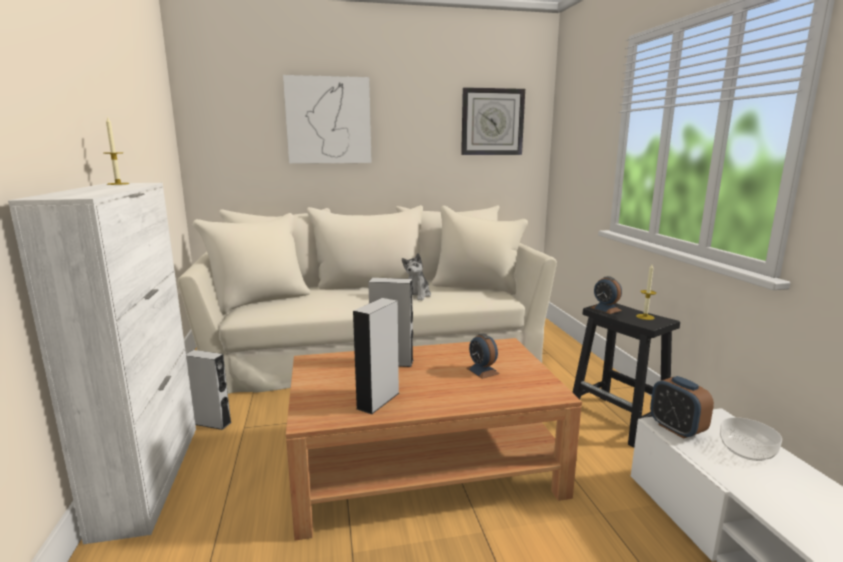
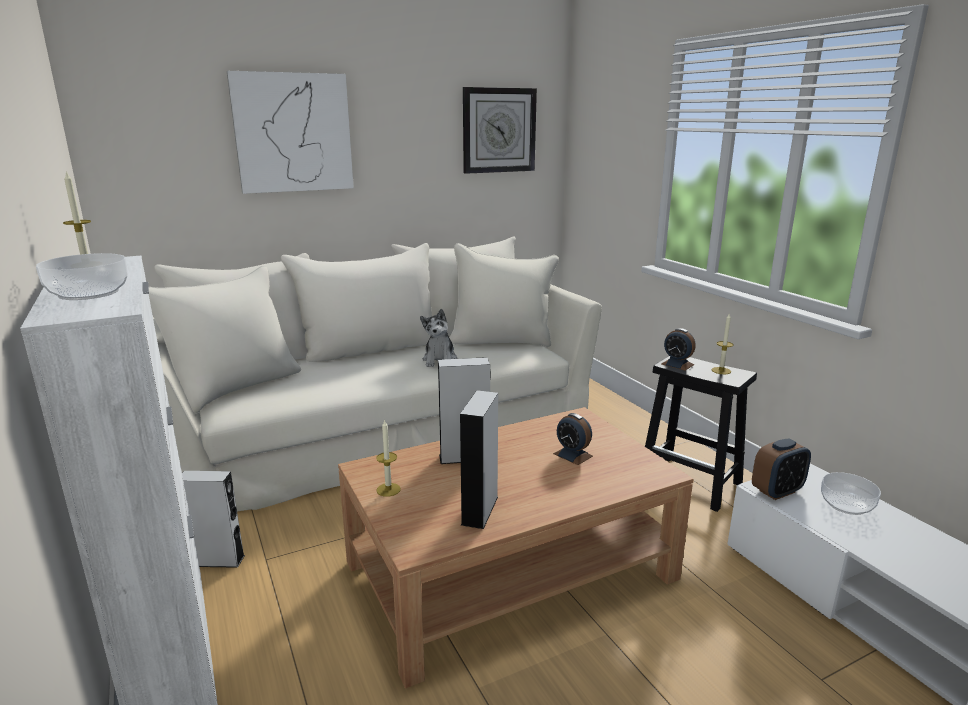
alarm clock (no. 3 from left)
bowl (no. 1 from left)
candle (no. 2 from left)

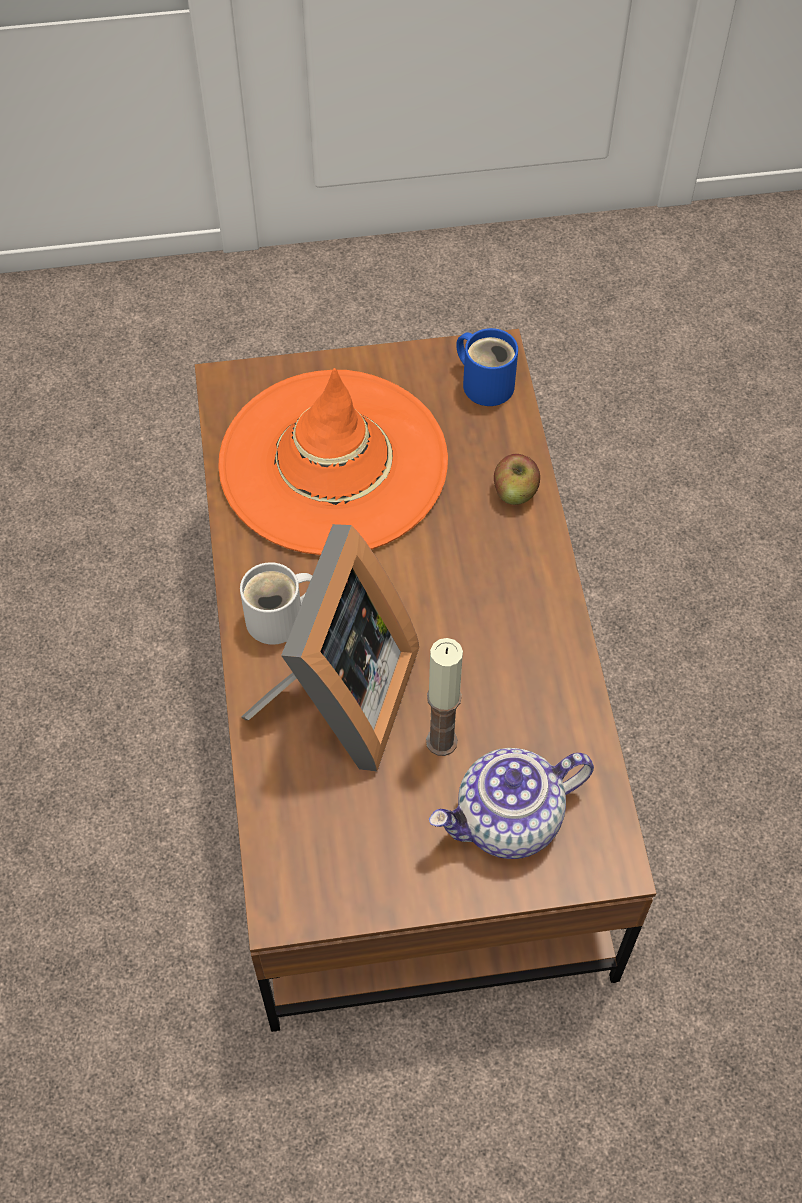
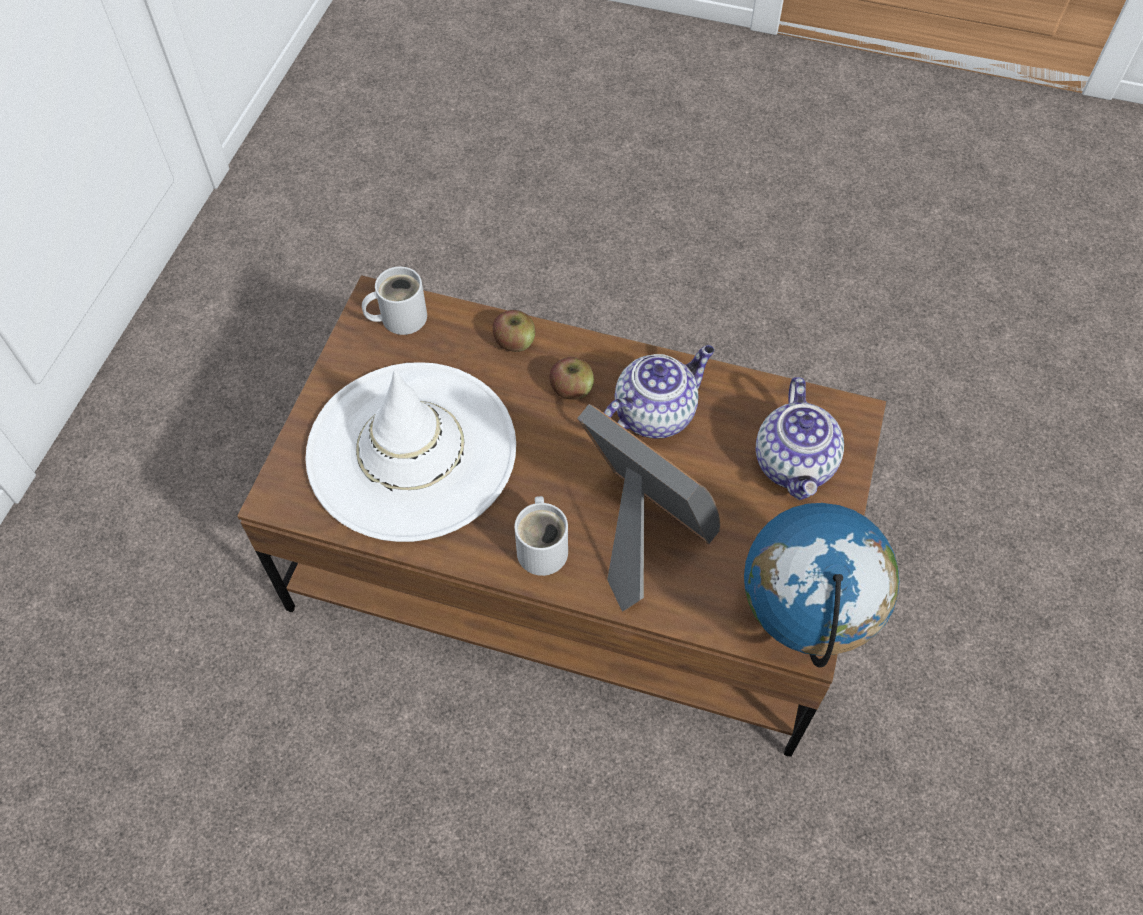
white mug (no. 1 from left)
white hat
candle
teapot (no. 1 from left)
apple (no. 2 from left)
globe

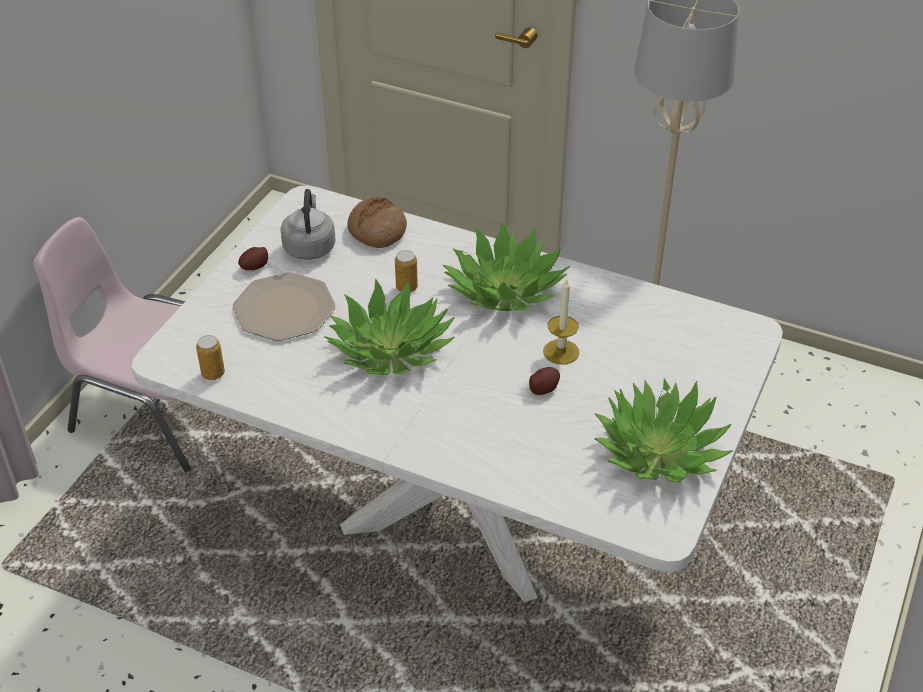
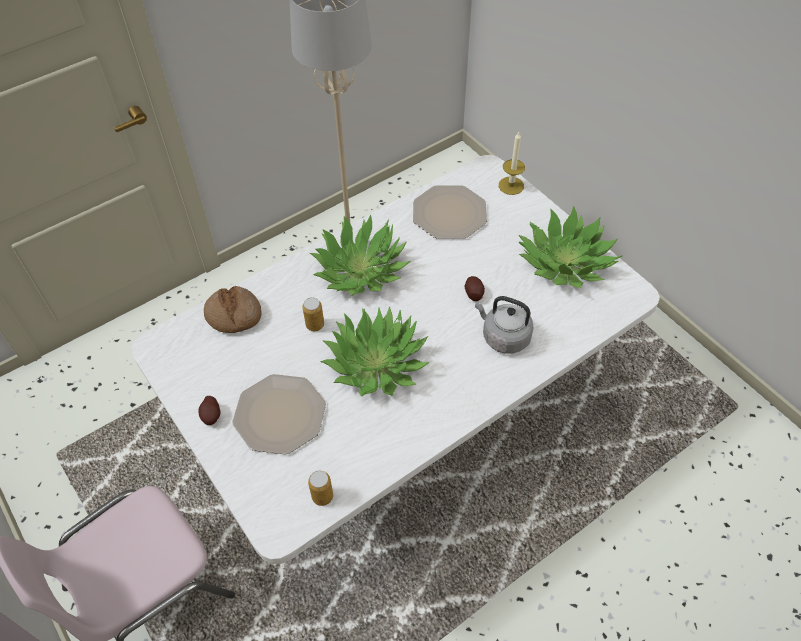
grey kettle
candle
plate (no. 2 from left)

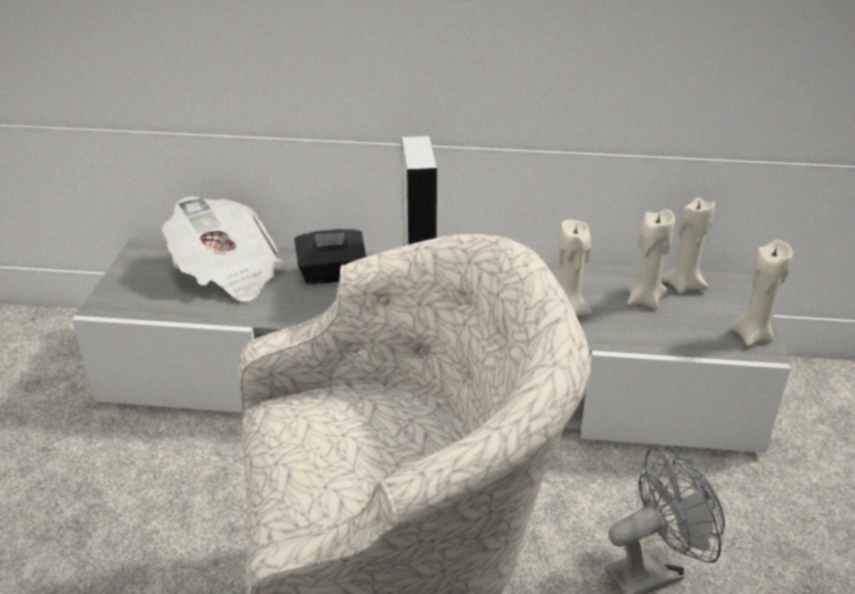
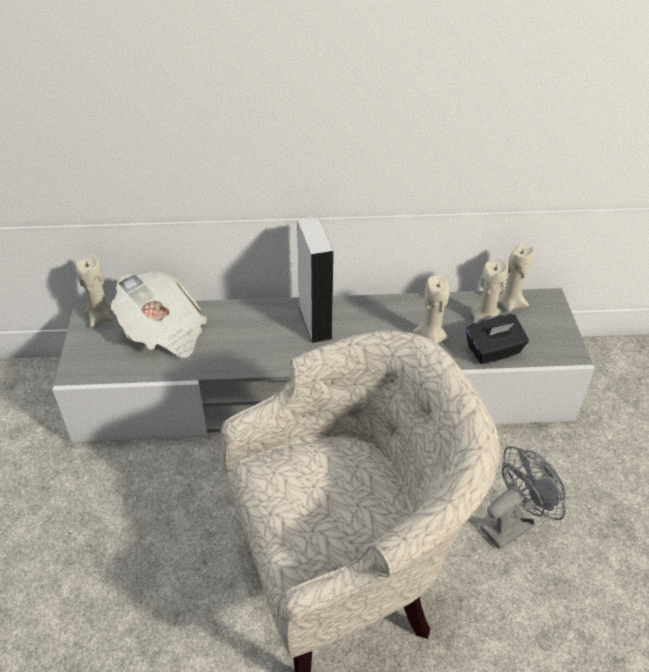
black tissue box
beige candle (no. 1 from left)

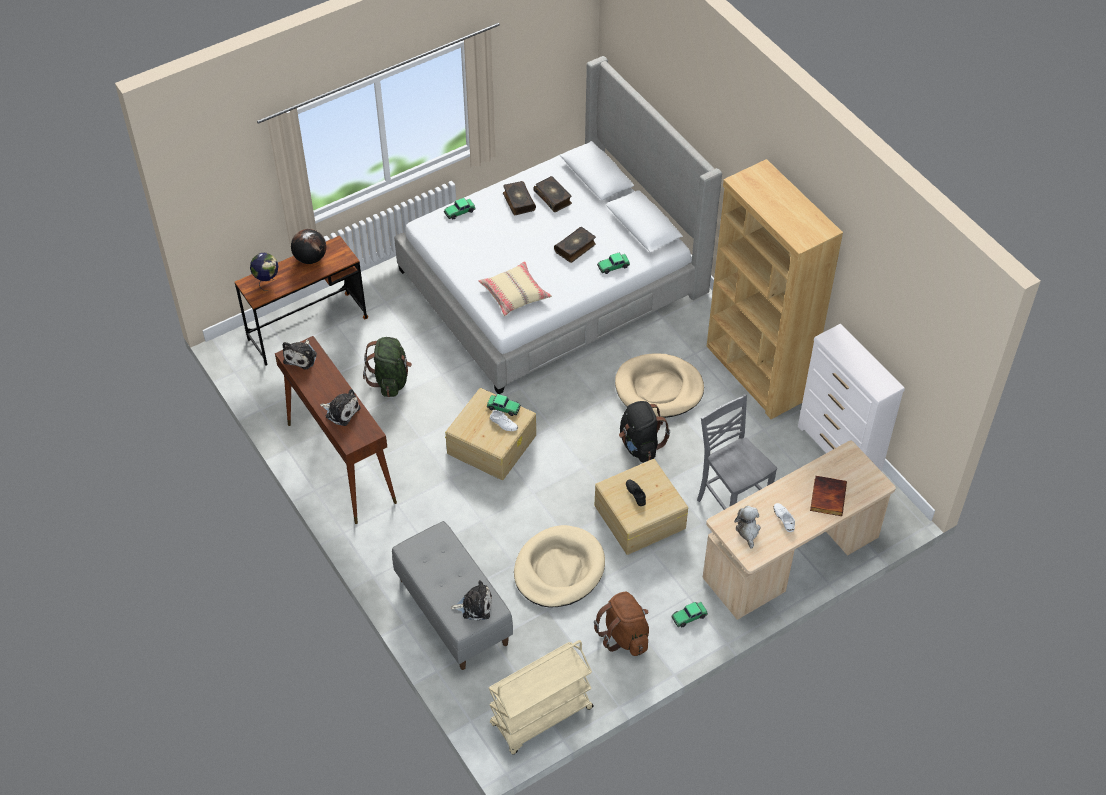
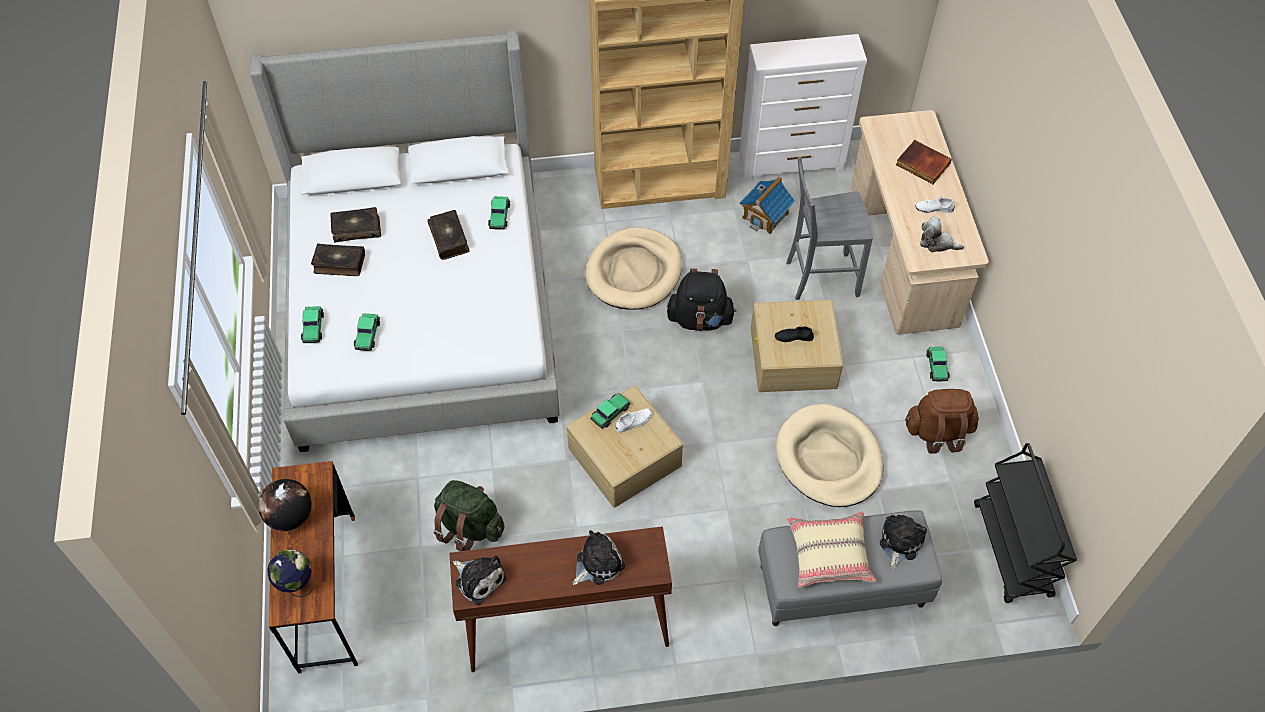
beige pillow
black cart
toy house
toy car (no. 2 from left)

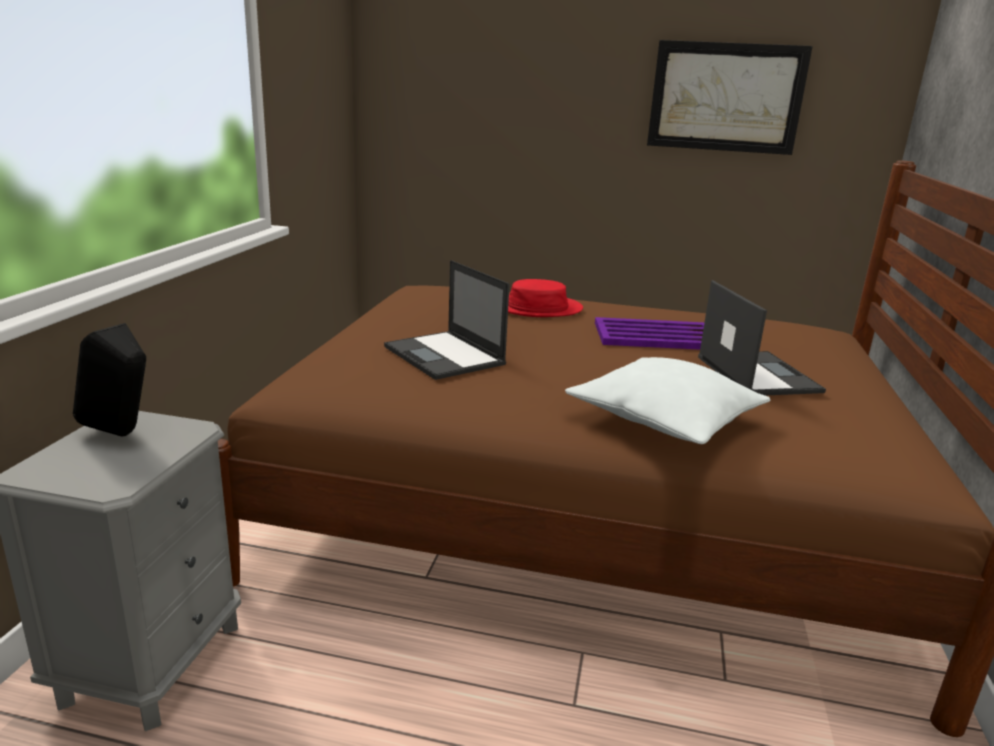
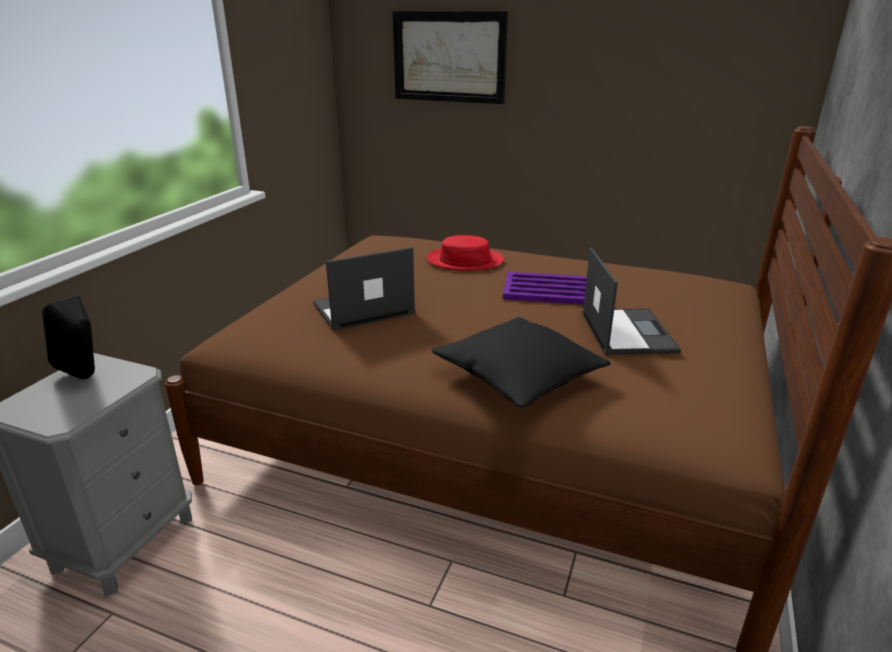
picture
laptop (no. 1 from left)
black pillow

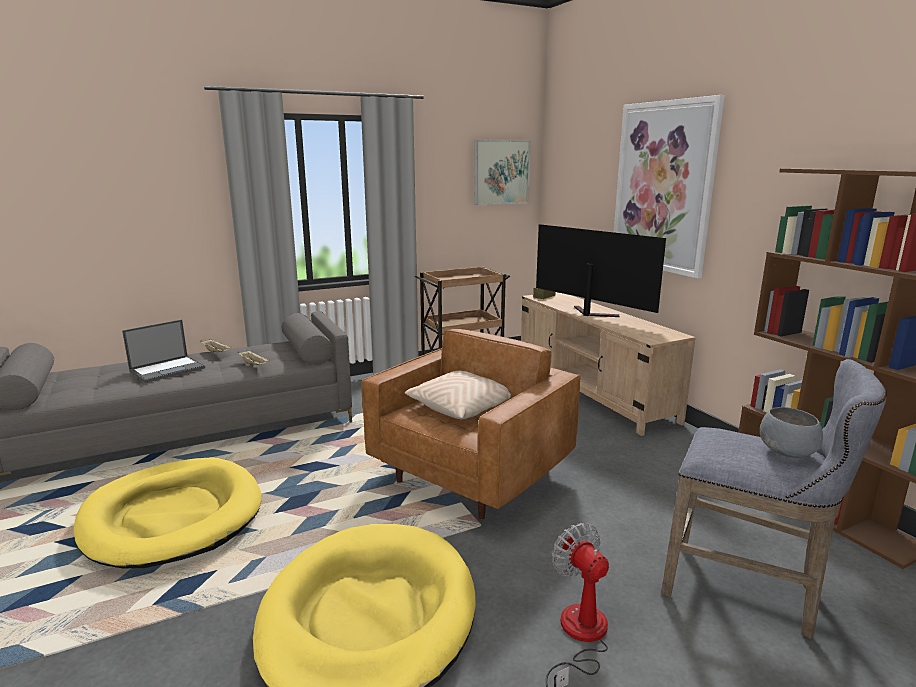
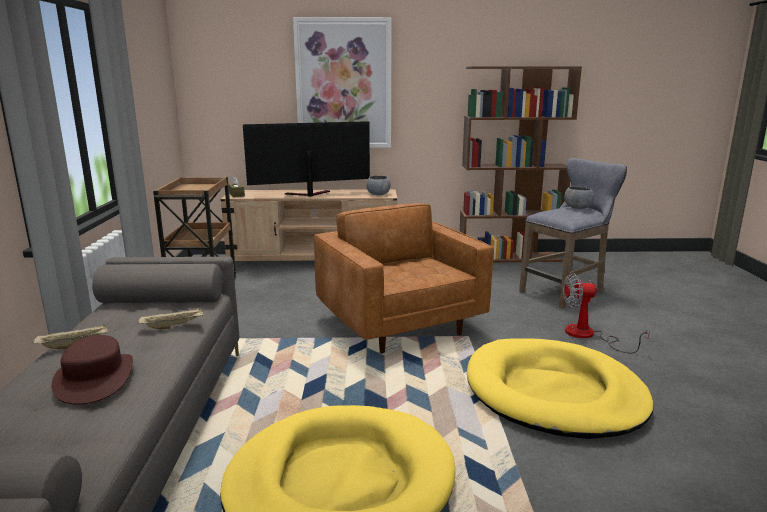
picture (no. 1 from left in the first image)
brown hat
beige pillow
grey bowl (no. 1 from left)

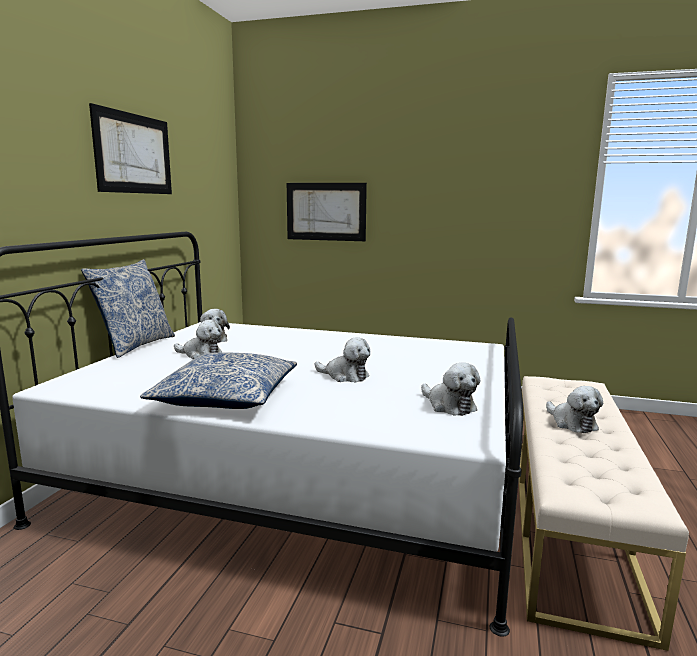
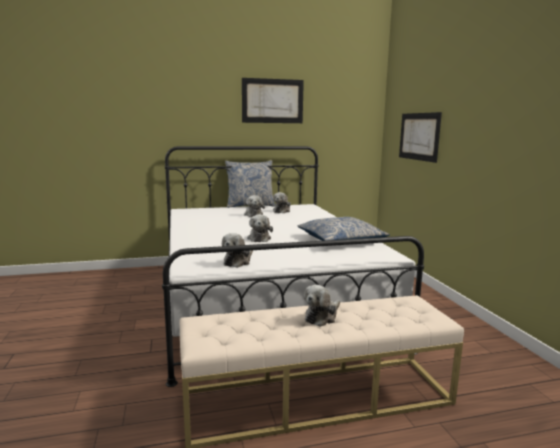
pillow (no. 2 from left)

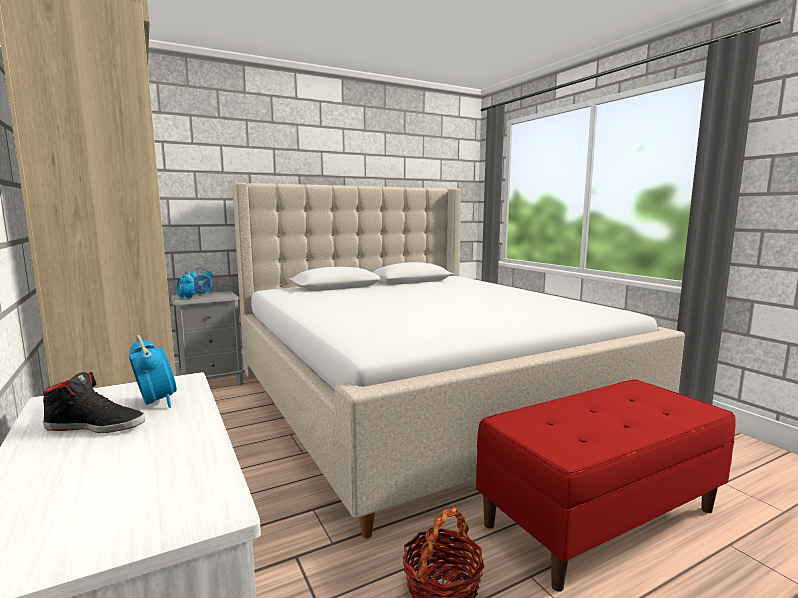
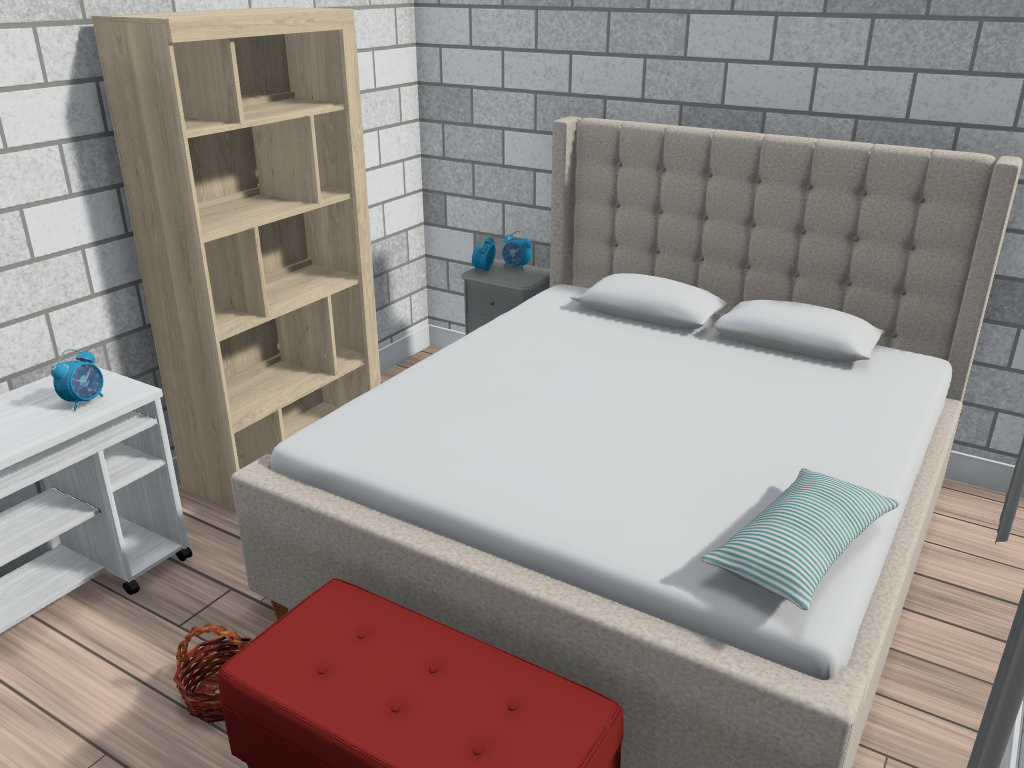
black shoe
pillow

